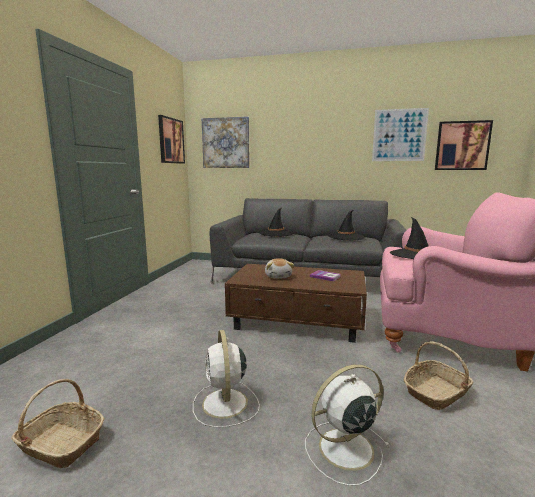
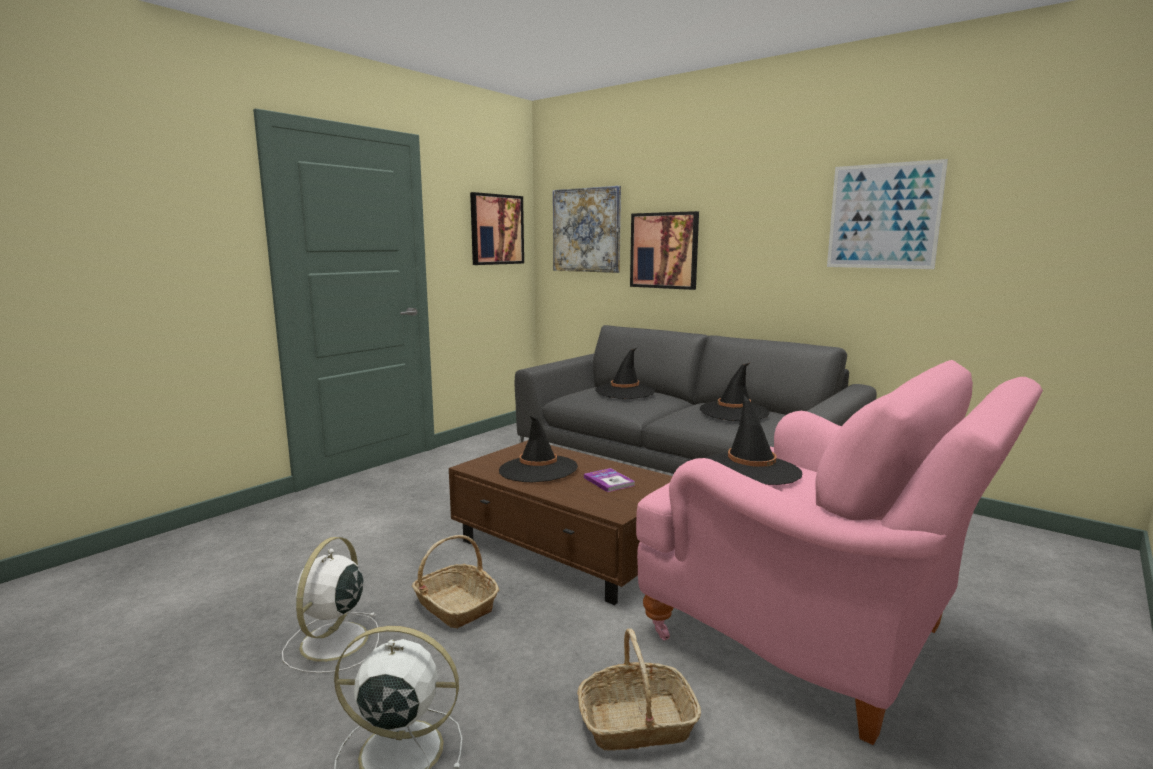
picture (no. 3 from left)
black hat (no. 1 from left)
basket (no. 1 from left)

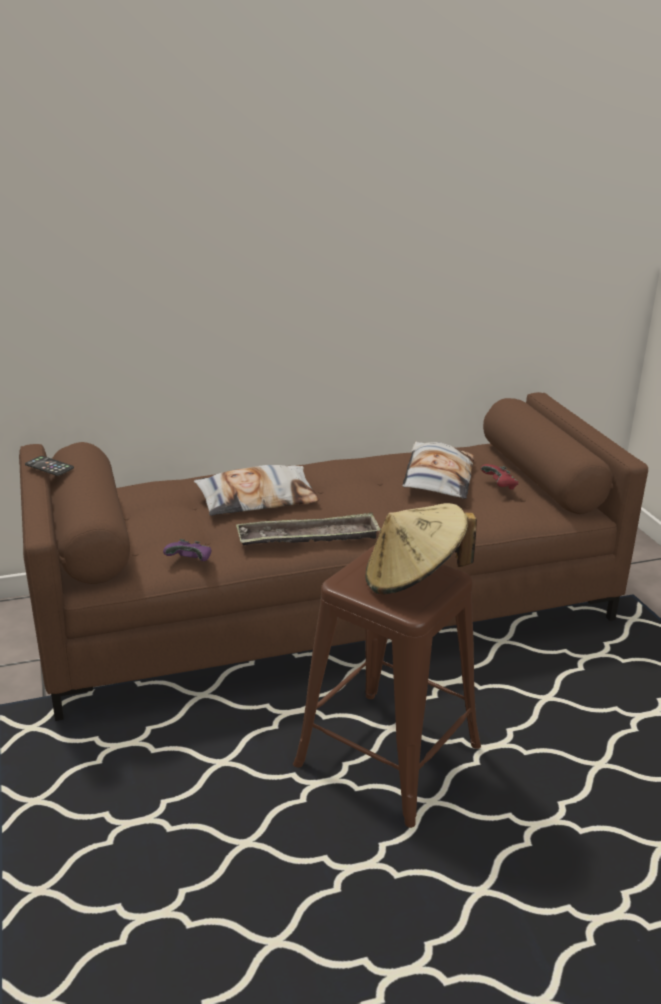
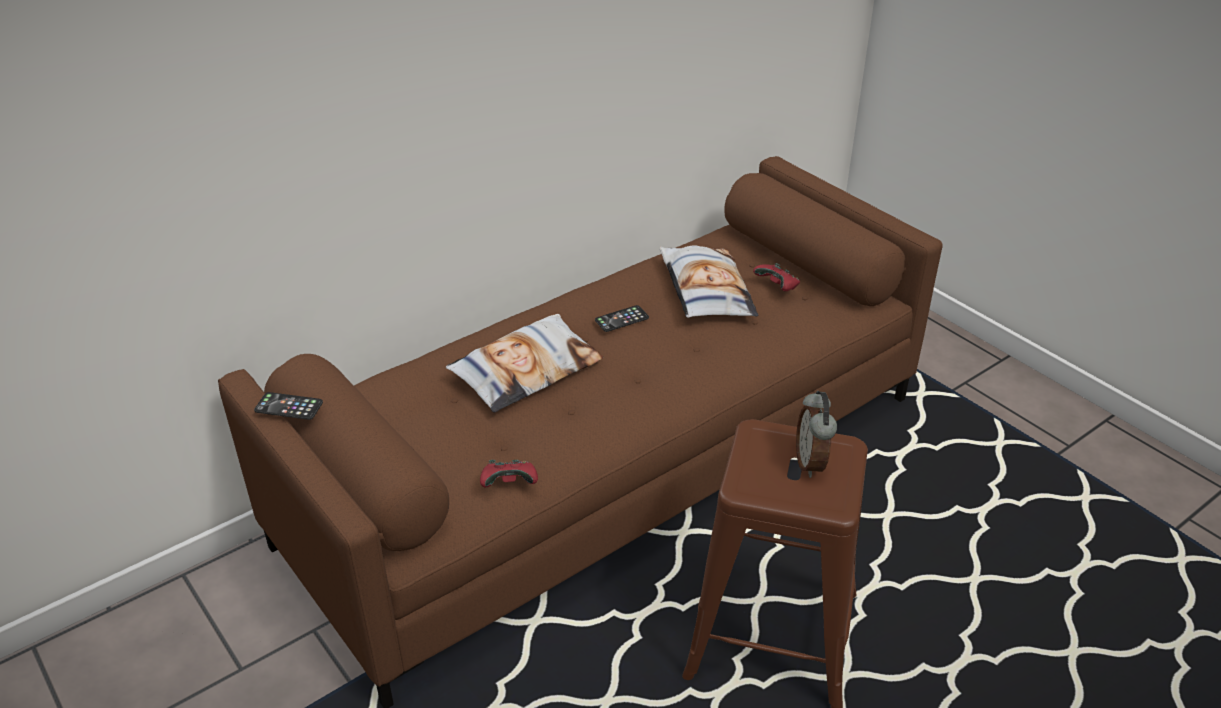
alarm clock
tray
red game controller (no. 1 from left)
phone (no. 2 from left)

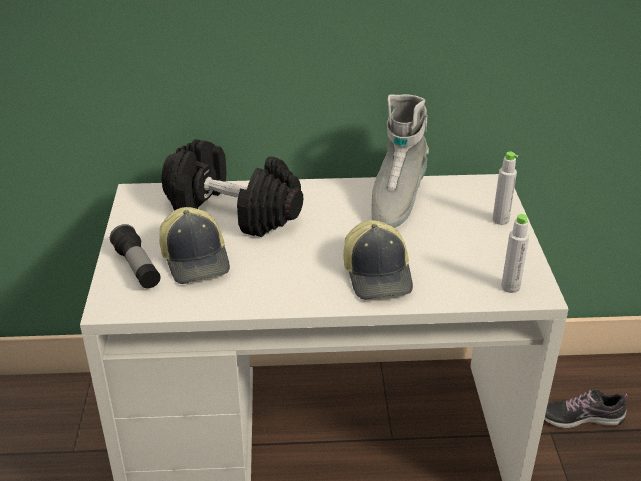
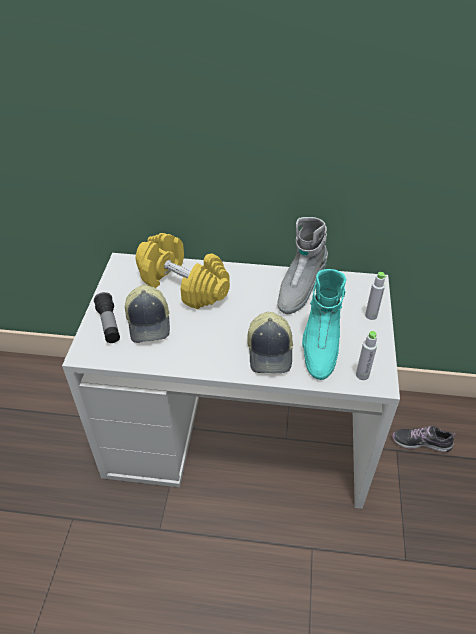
yellow dumbbell
turquoise boot

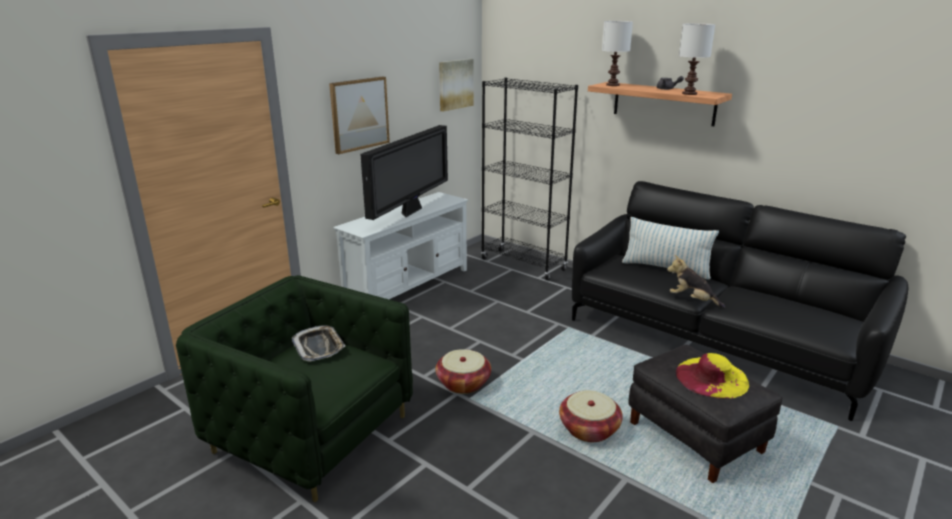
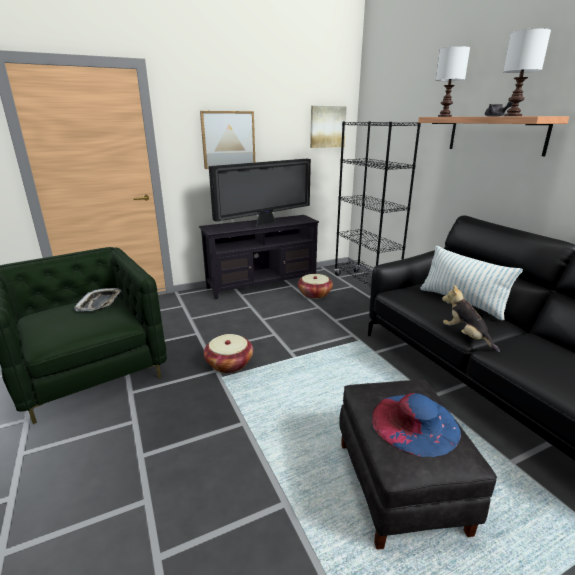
black tv stand
blue hat
basket (no. 2 from left)

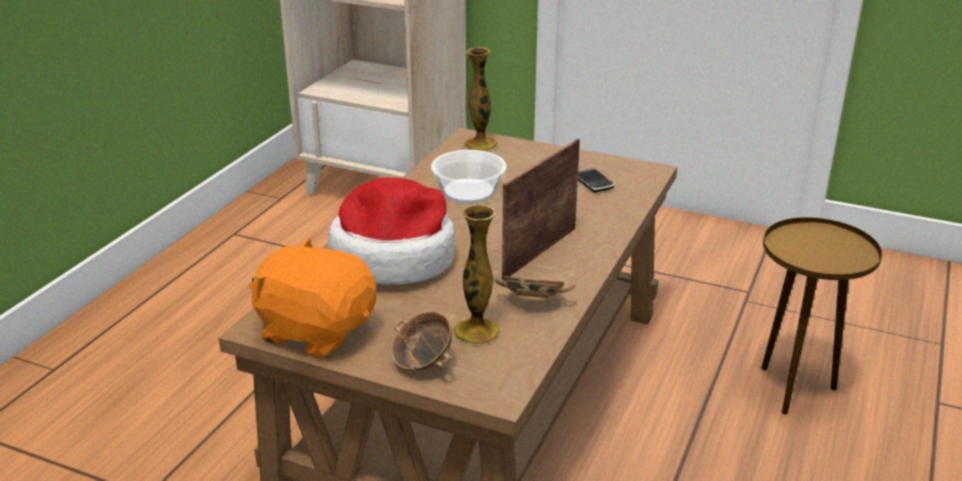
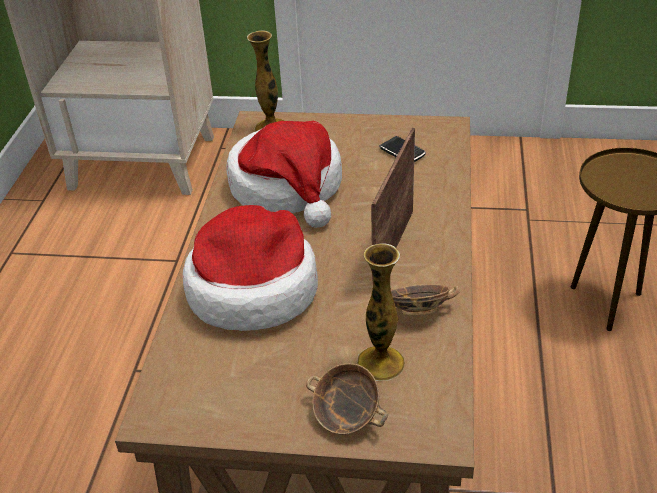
hat (no. 2 from left)
orange plush toy

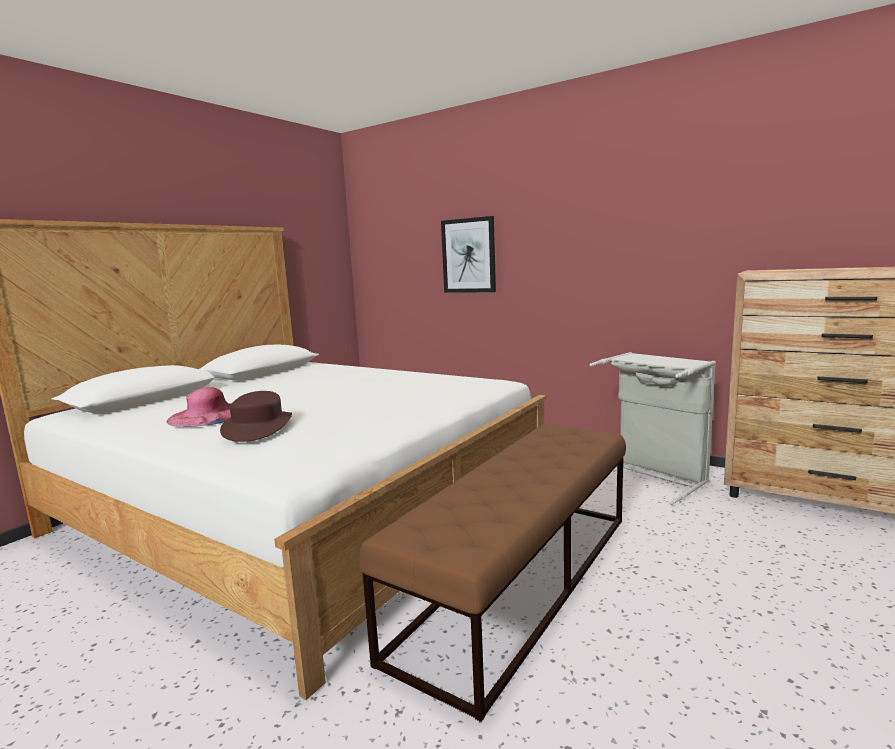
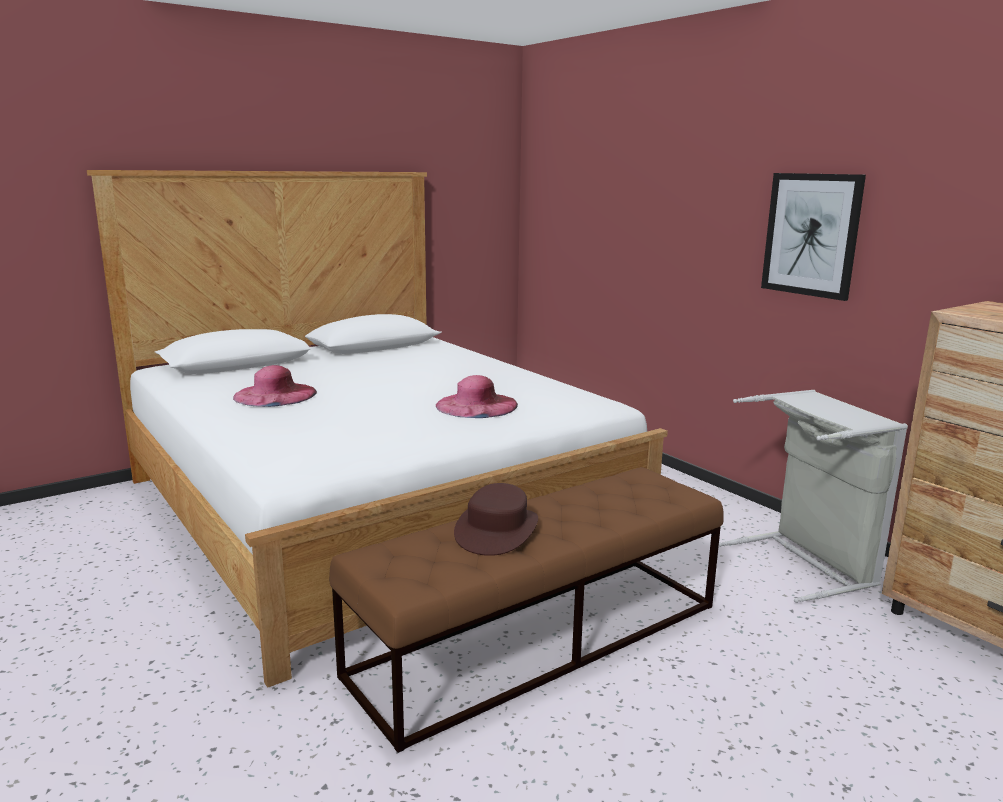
picture
brown hat
pink hat (no. 2 from left)

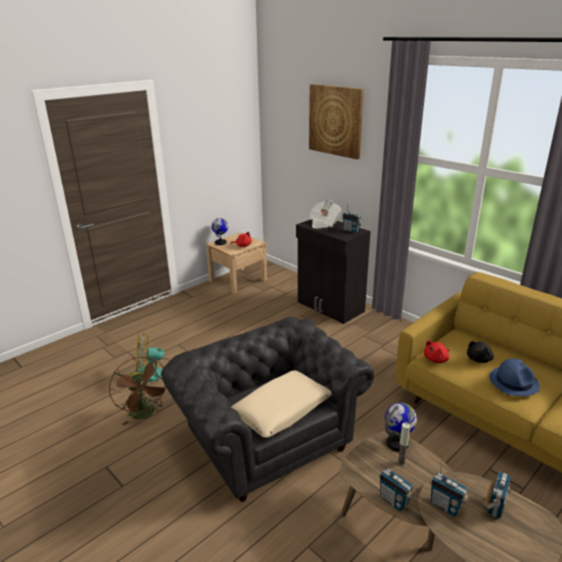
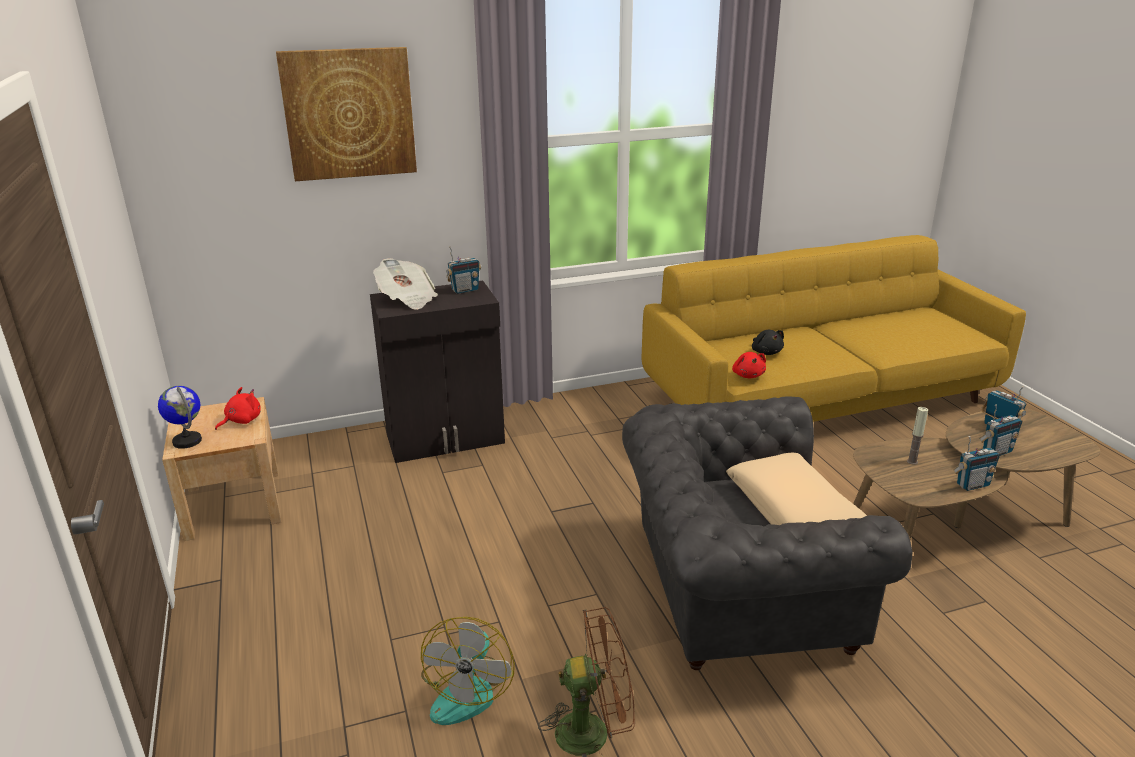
blue hat
globe (no. 2 from left in the first image)

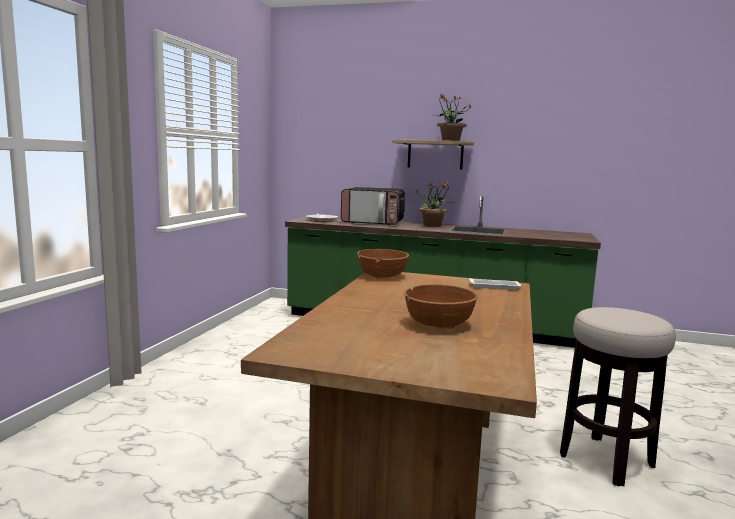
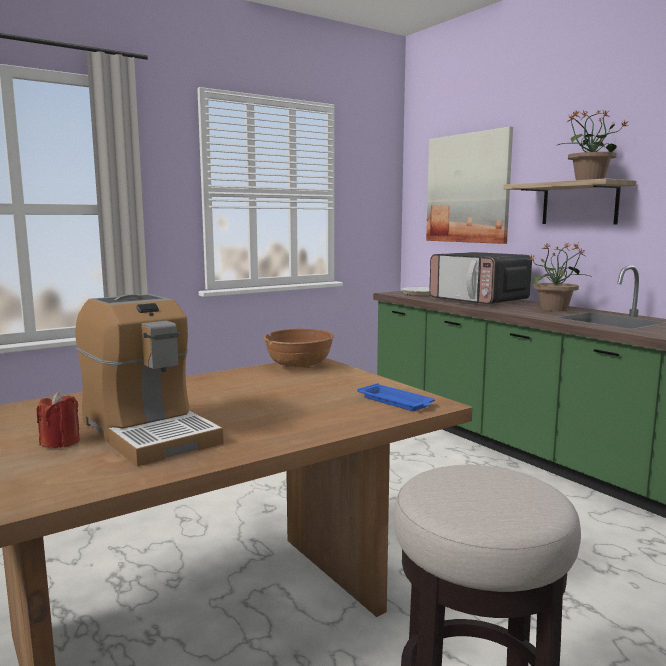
blue tray
coffee machine
picture
red candle

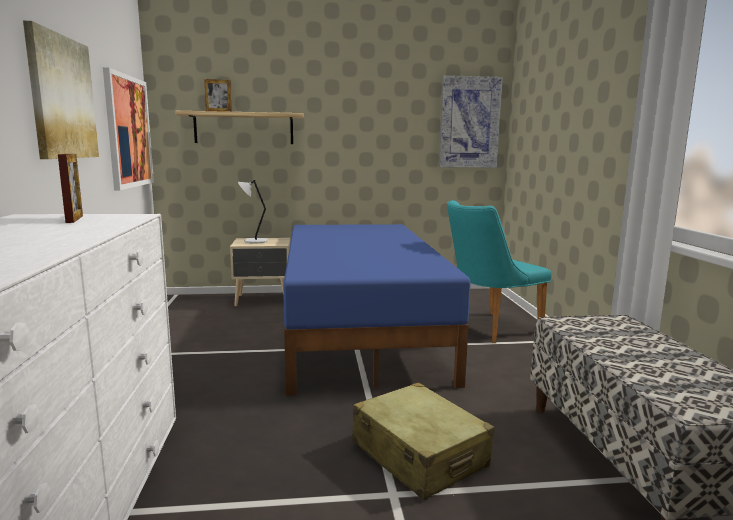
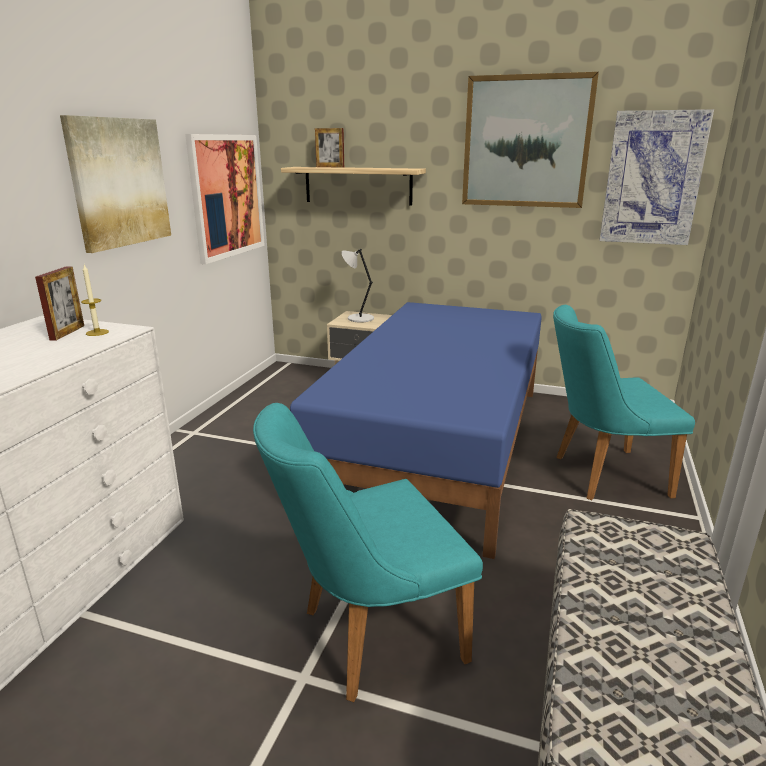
turquoise chair (no. 1 from left)
picture (no. 3 from left)
candle

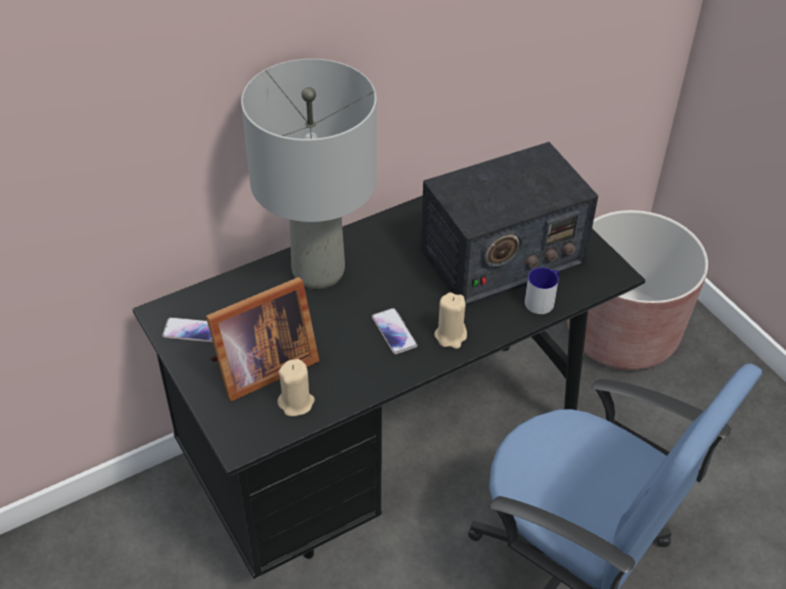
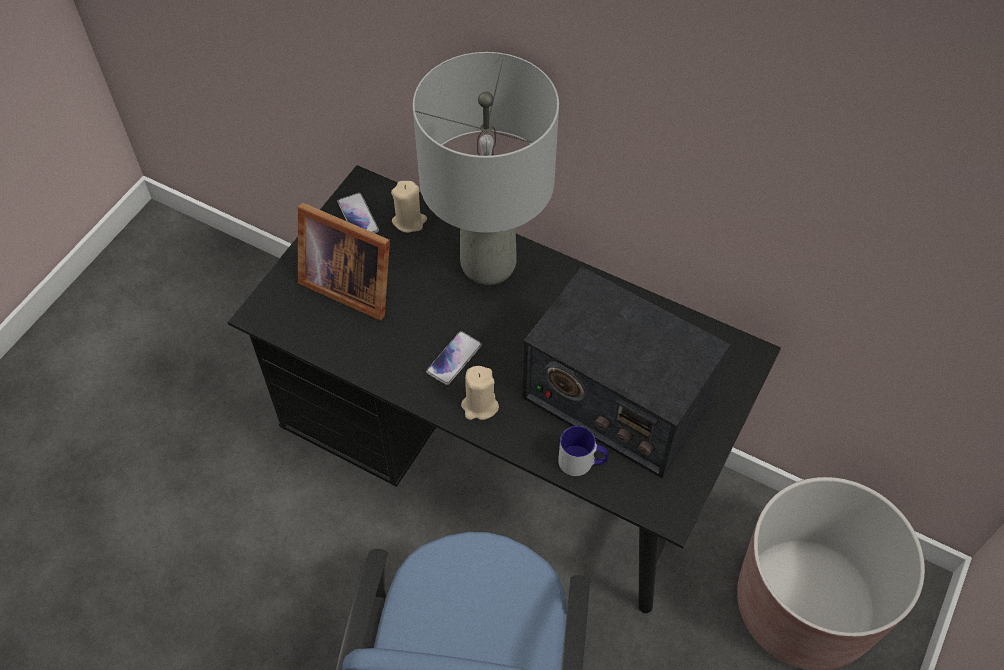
beige candle (no. 1 from left)

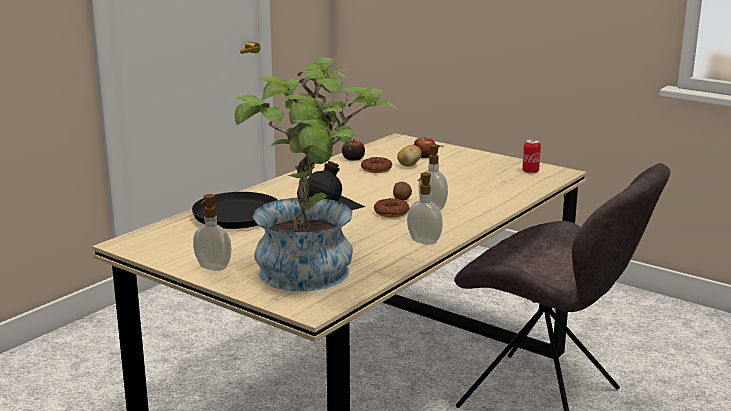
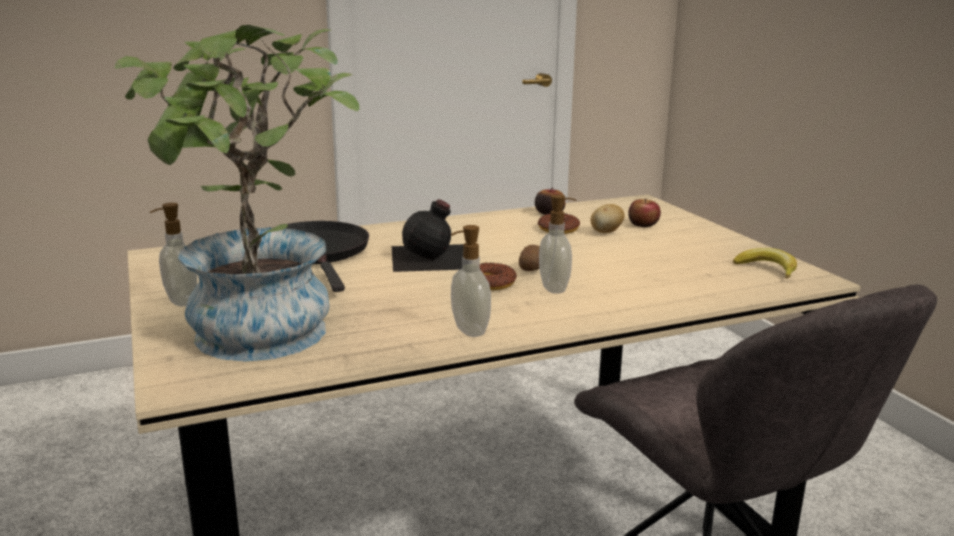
banana

